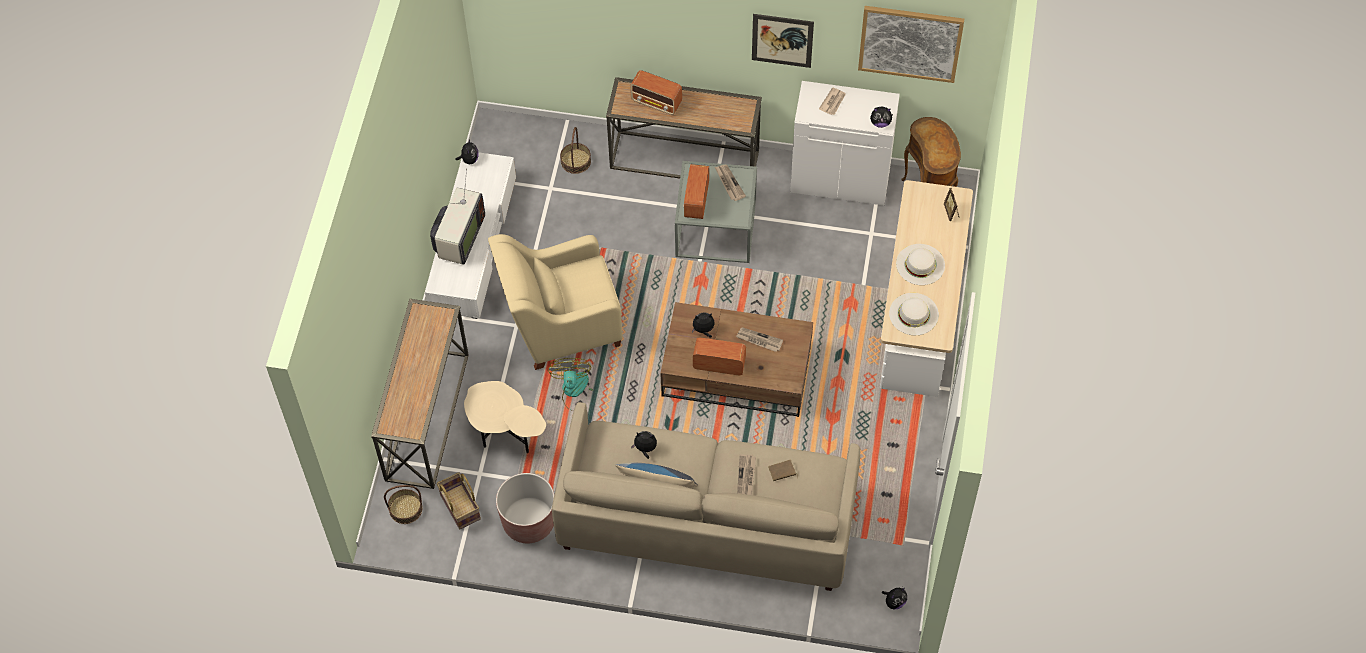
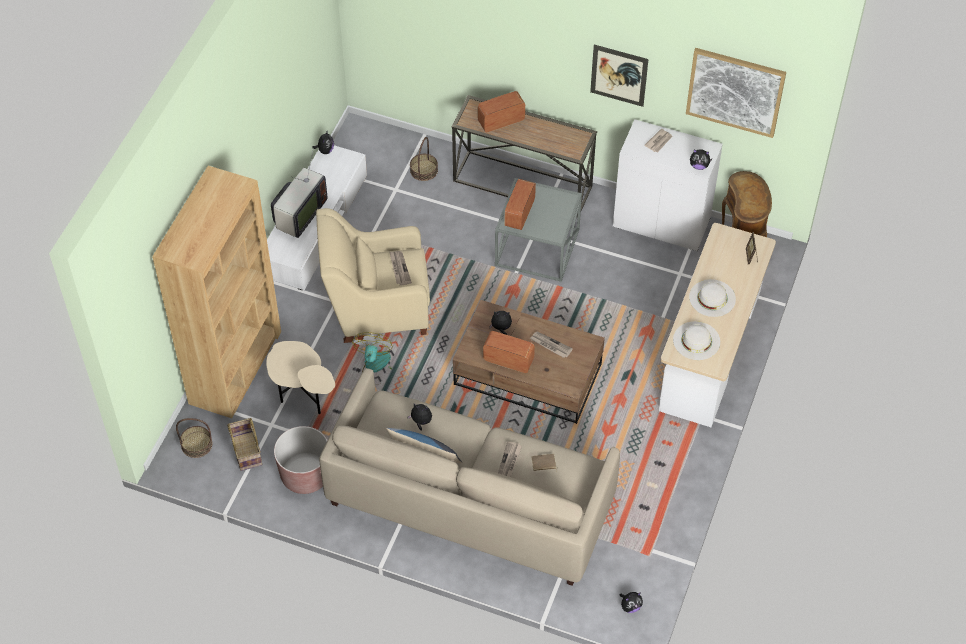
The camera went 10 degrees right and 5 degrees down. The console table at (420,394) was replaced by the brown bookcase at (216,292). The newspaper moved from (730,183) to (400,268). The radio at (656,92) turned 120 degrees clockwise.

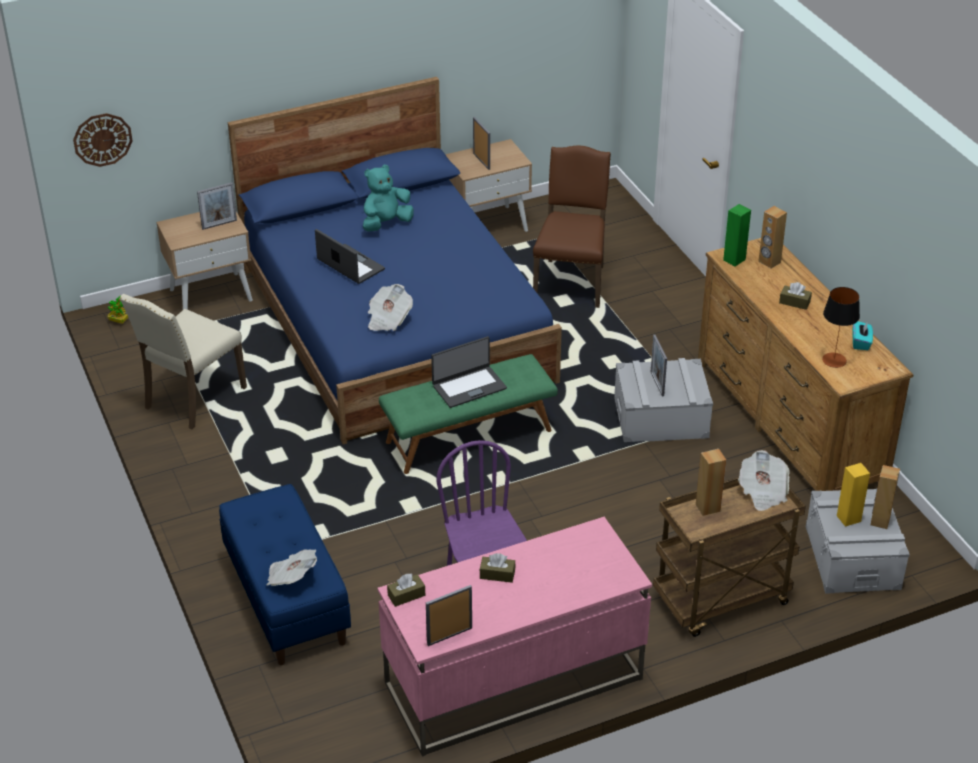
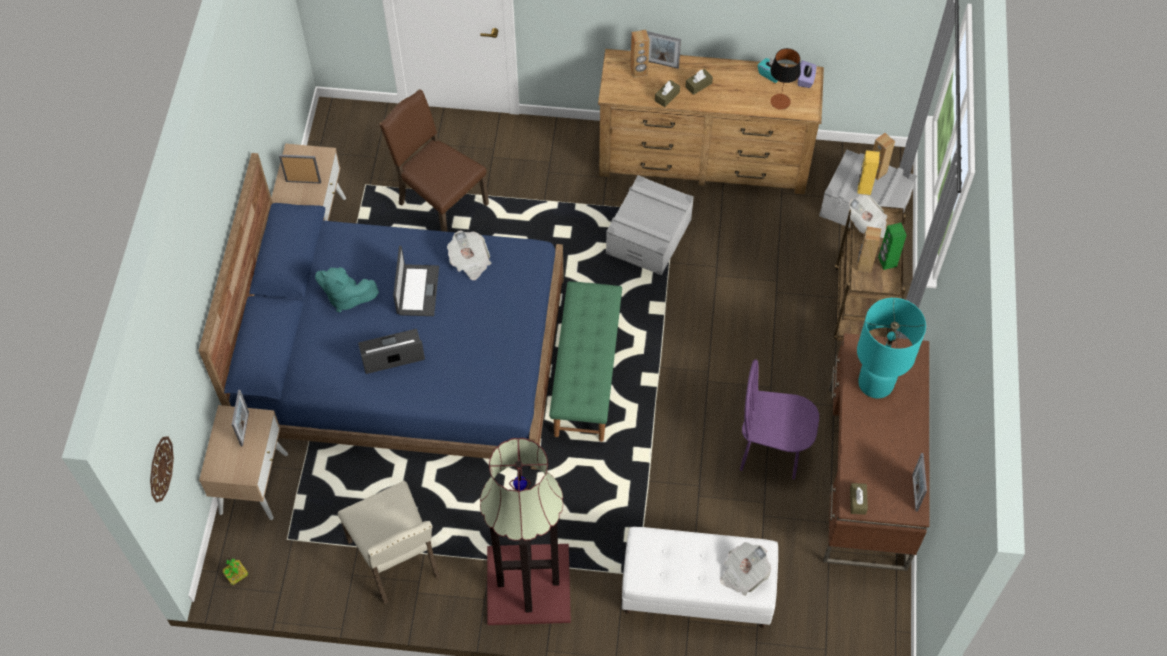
The camera went 60 degrees left and 20 degrees up. The turquoise plush toy at (388,198) turned 60 degrees counterclockwise. The laptop moved from (469,372) to (416,281). The newspaper moved from (390,307) to (469,255). The floor lamp at (525,531) appeared. The blue bench at (285,574) became the white bench at (700,577). The picture frame moved from (659,366) to (664,50). The brown tissue box moved from (497,568) to (667,93). The purple tissue box at (807,74) appeared. The pink desk at (515,636) became the brown desk at (876,452). The turquoise table lamp at (891,348) appeared. The green speaker moved from (737,235) to (892,246).

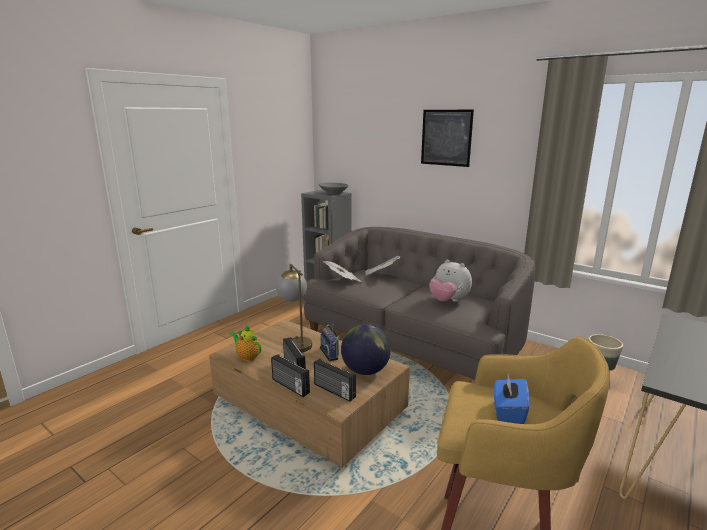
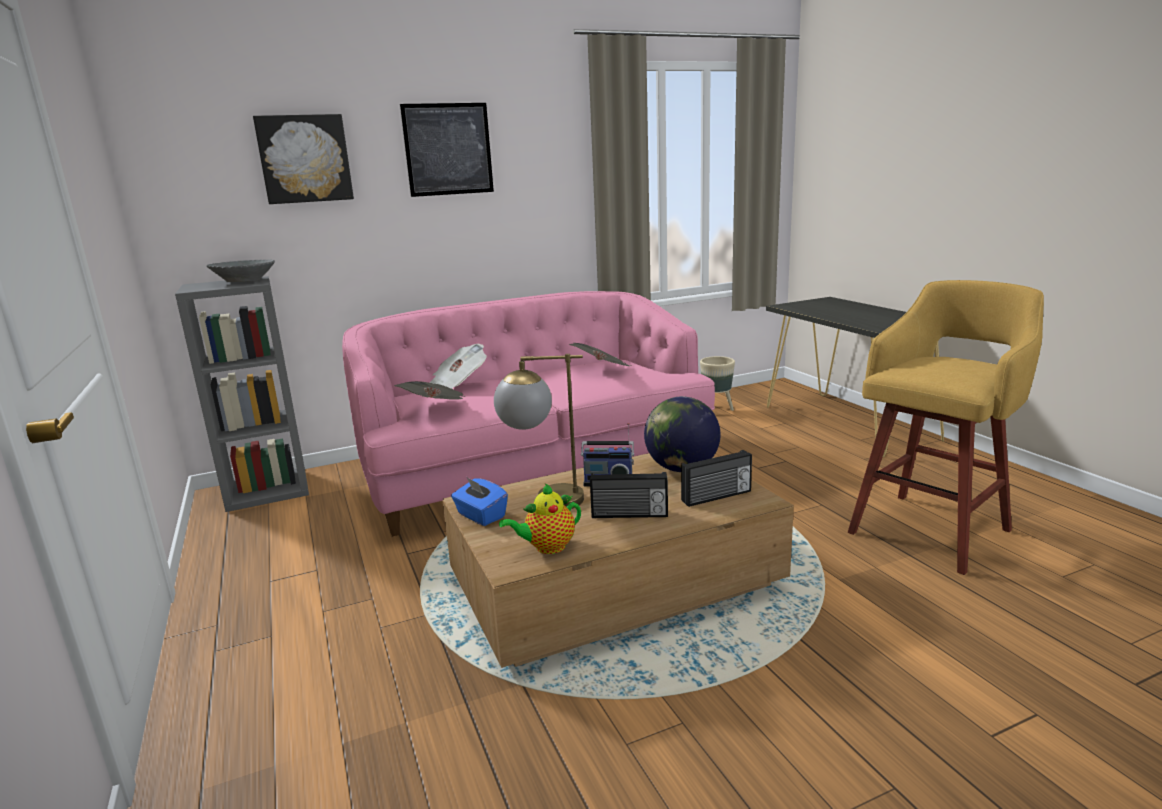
The camera went 60 degrees left and 0 degrees up. The picture at (303,159) appeared. The grey sofa at (418,303) became the pink sofa at (528,414). The blue tissue box moved from (512,399) to (479,502). The plush toy at (450,281) was replaced by the newspaper at (600,354). The radio at (290,375) disappeared.

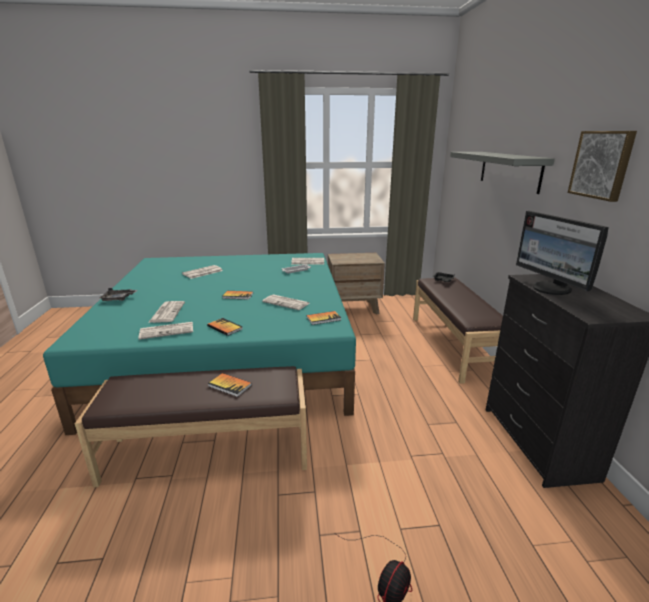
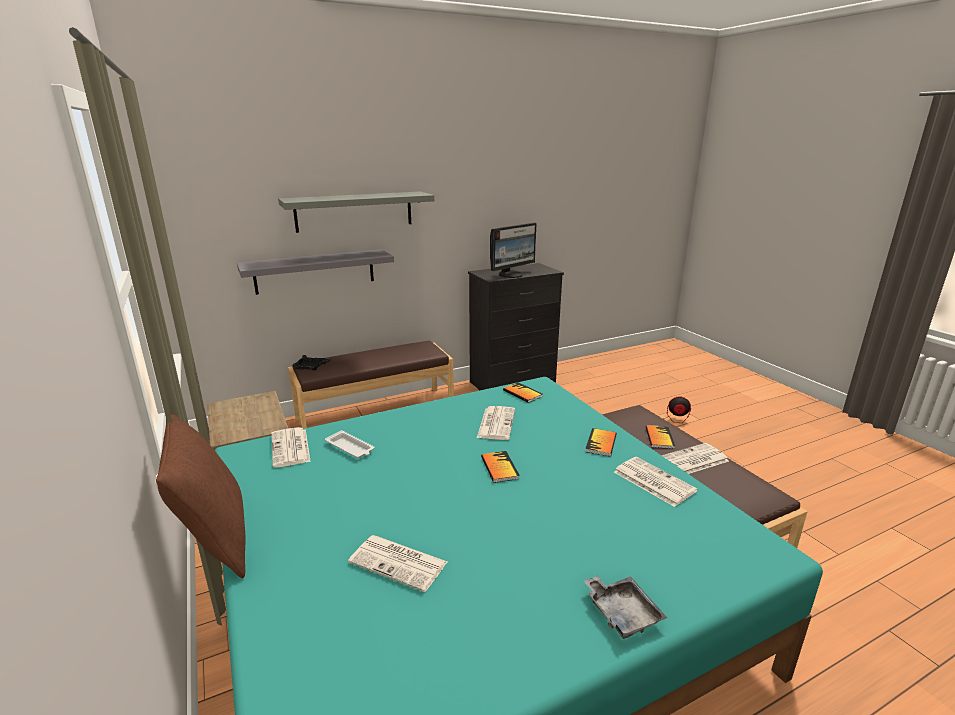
The camera went 110 degrees left and 0 degrees up. The brown pillow at (200,496) appeared. The grey shelf at (315,272) appeared. The newspaper moved from (166,312) to (695,458). The picture at (602,166) disappeared.

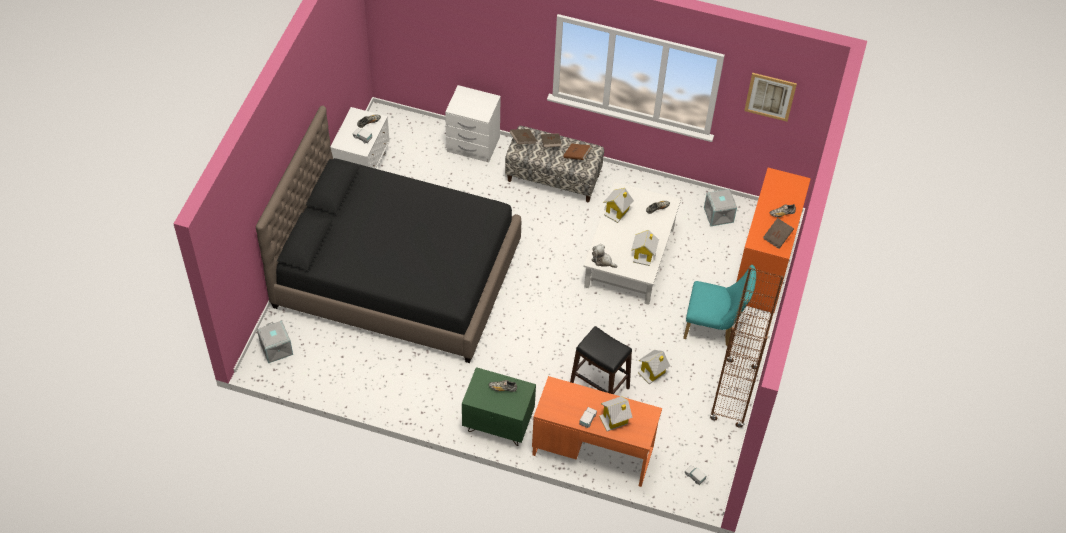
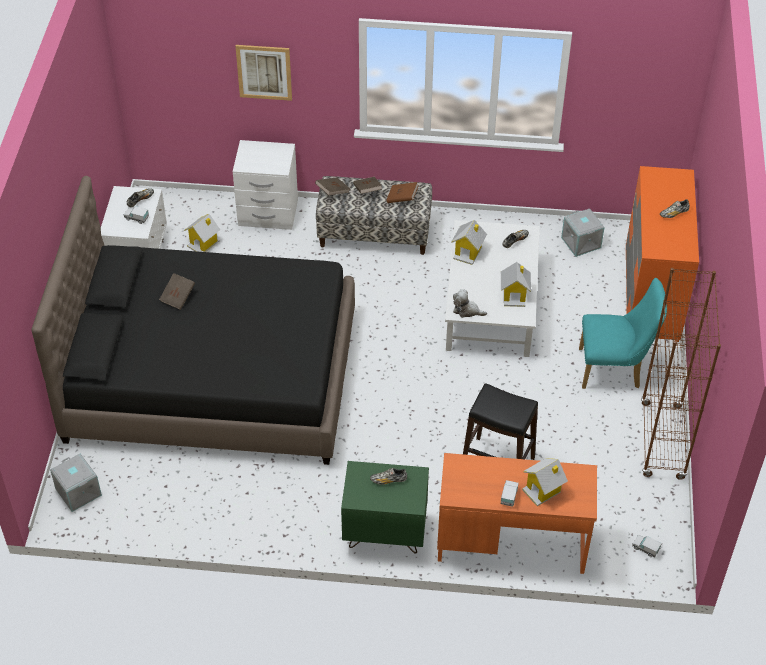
The camera went 10 degrees left and 5 degrees down. The brown book moved from (778,233) to (177,291). The toy house moved from (654,367) to (202,233). The picture moved from (770,97) to (263,73).

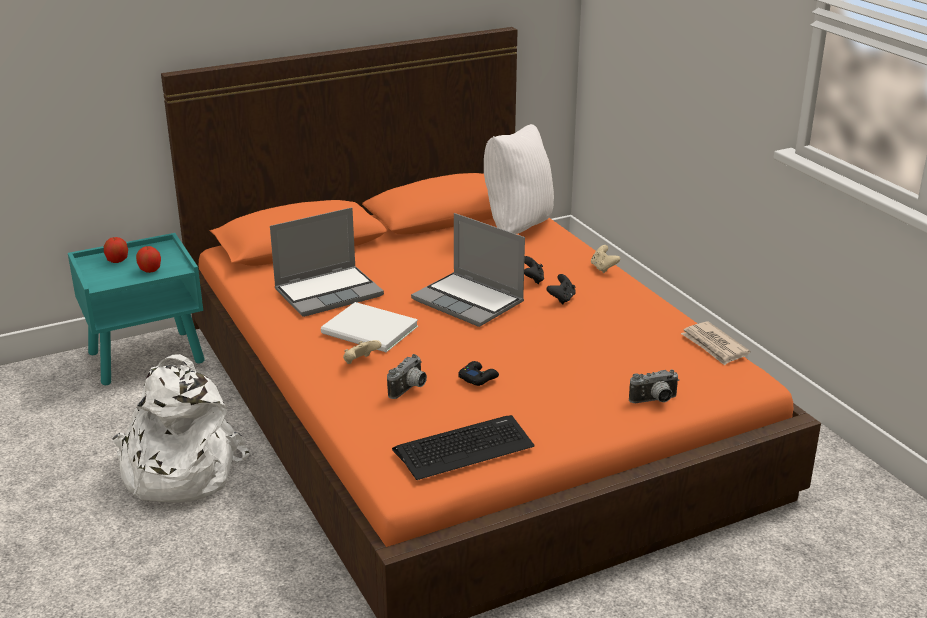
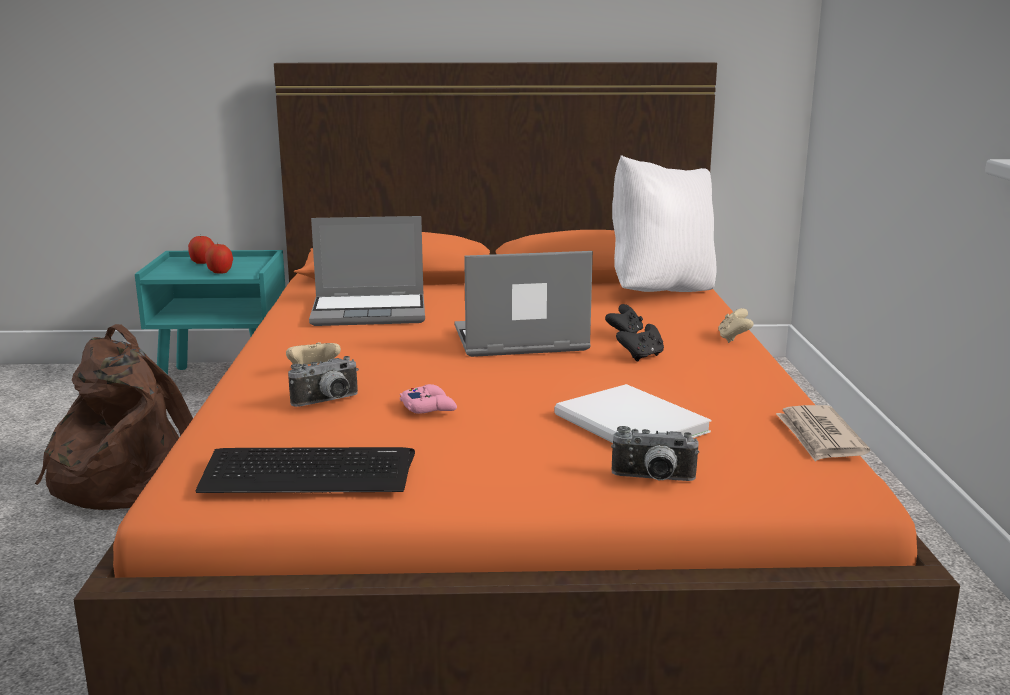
The camera went 25 degrees right and 10 degrees down. The white backpack at (181,428) became the brown backpack at (114,417). The black game controller at (478,373) became the pink game controller at (428,399). The laptop at (468,270) turned 105 degrees clockwise. The white book moved from (369,327) to (633,413).

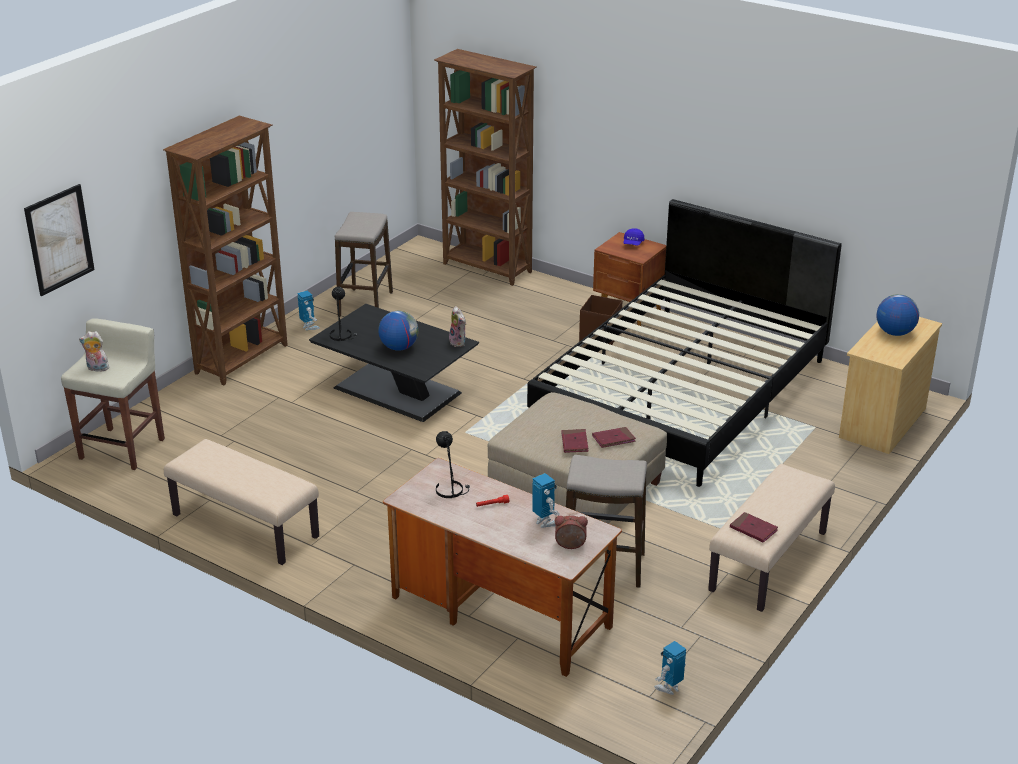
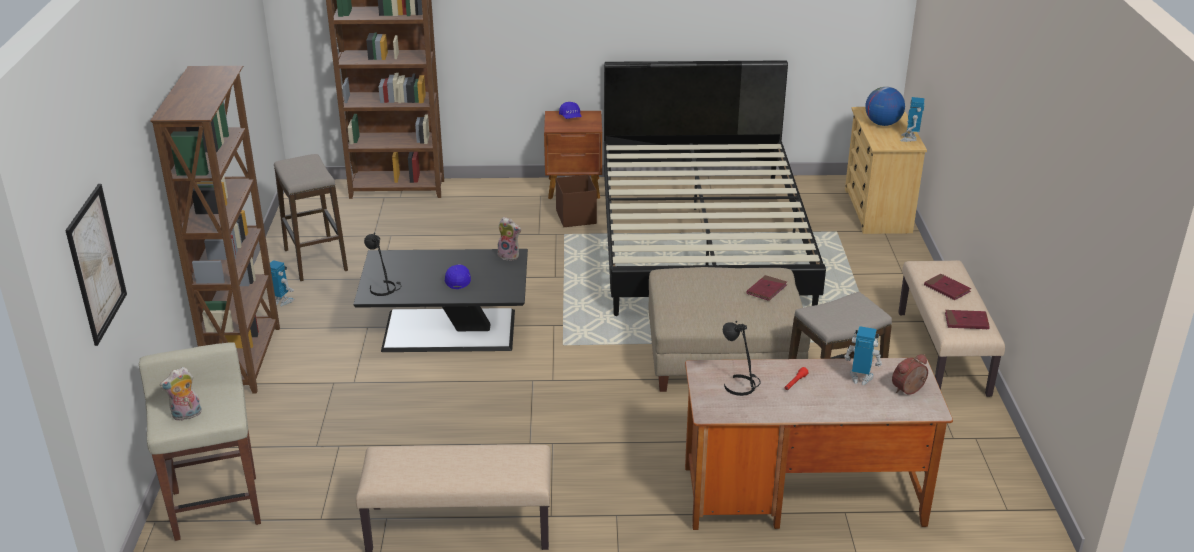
The camera went 35 degrees left and 0 degrees up. The globe at (398,331) was replaced by the blue cap at (458,276). The toy robot moved from (670,668) to (913,119). The red book moved from (574,441) to (947,287).

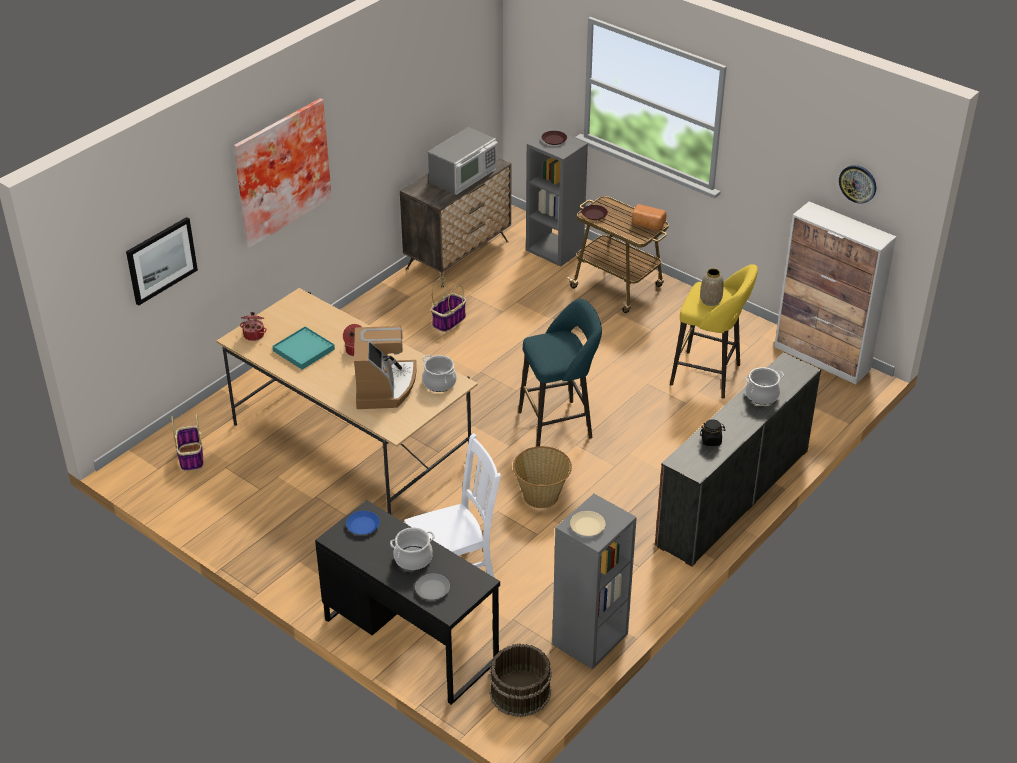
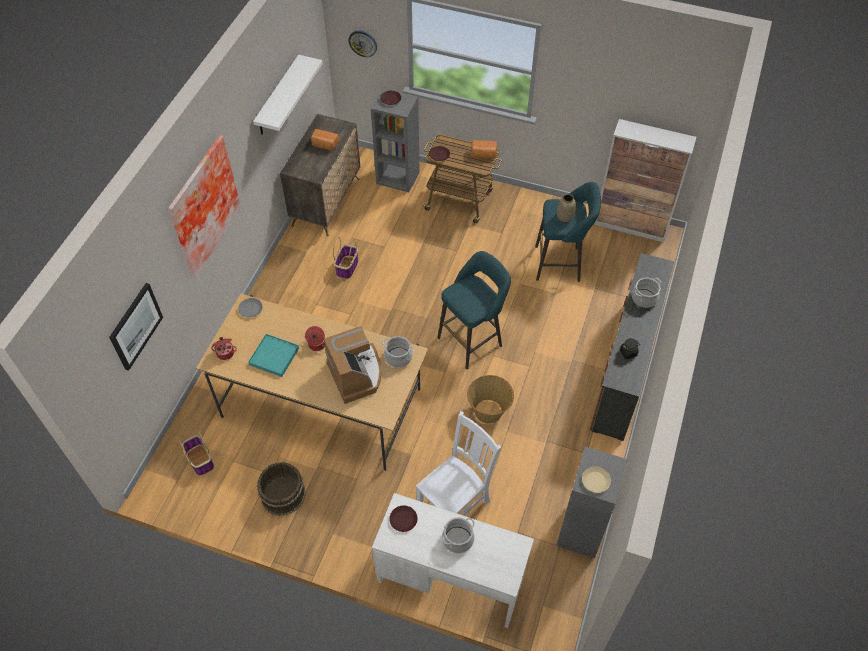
The camera went 20 degrees left and 15 degrees up. The grey plate moved from (432,586) to (250,307). The white shelf at (288,95) appeared. The brown bucket moved from (520,680) to (281,489). The microwave at (463,161) was replaced by the bread at (325,139). The wall clock moved from (857,184) to (363,43). The black desk at (407,602) became the white desk at (453,560). The blue plate at (363,523) became the brown plate at (403,519). The yellow stool at (714,331) became the turquoise stool at (568,232).

